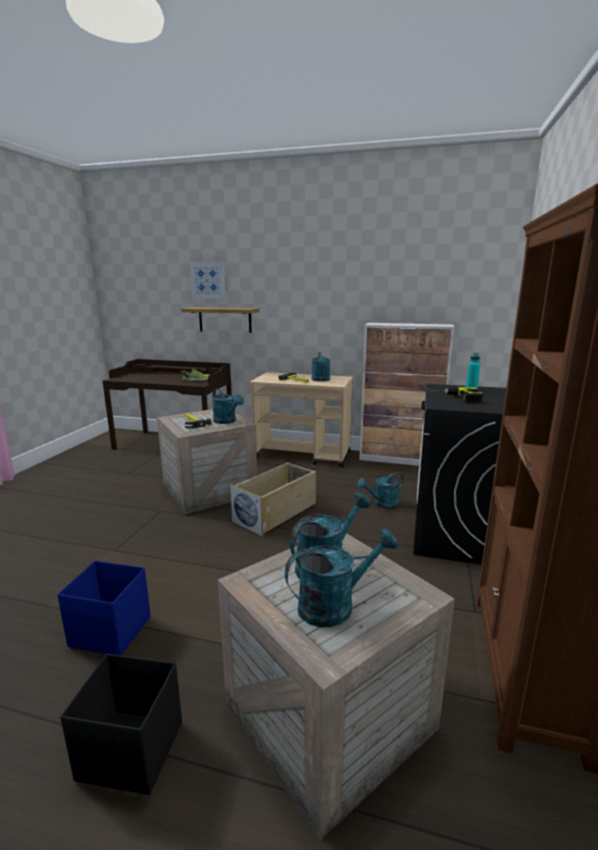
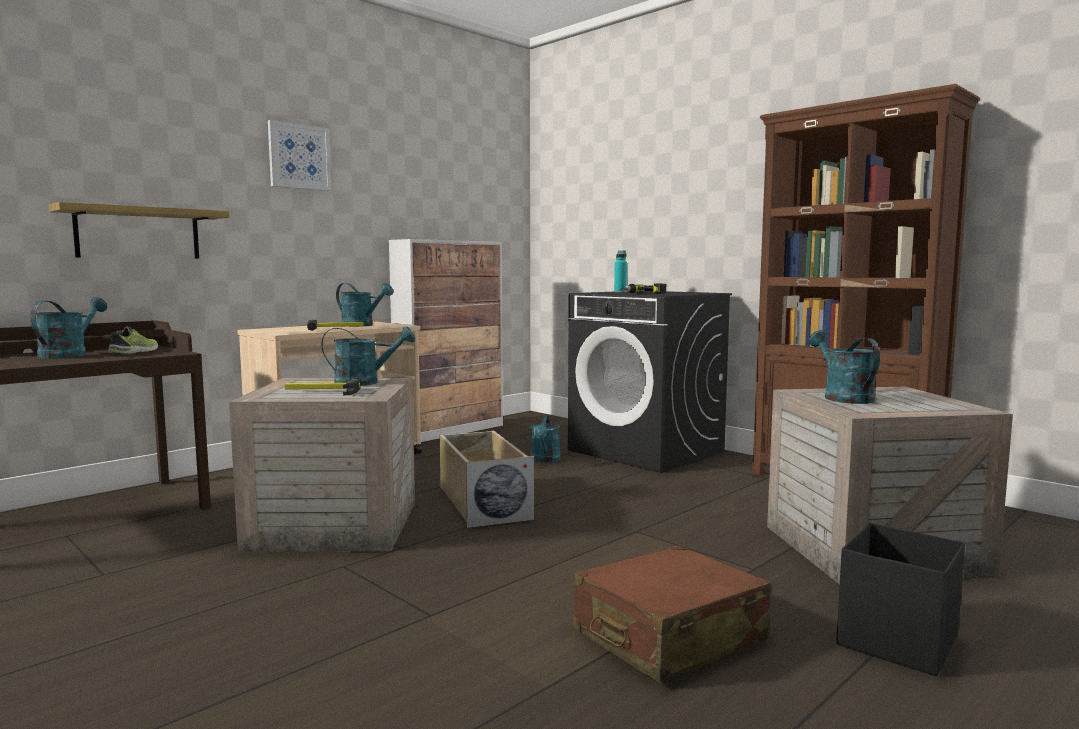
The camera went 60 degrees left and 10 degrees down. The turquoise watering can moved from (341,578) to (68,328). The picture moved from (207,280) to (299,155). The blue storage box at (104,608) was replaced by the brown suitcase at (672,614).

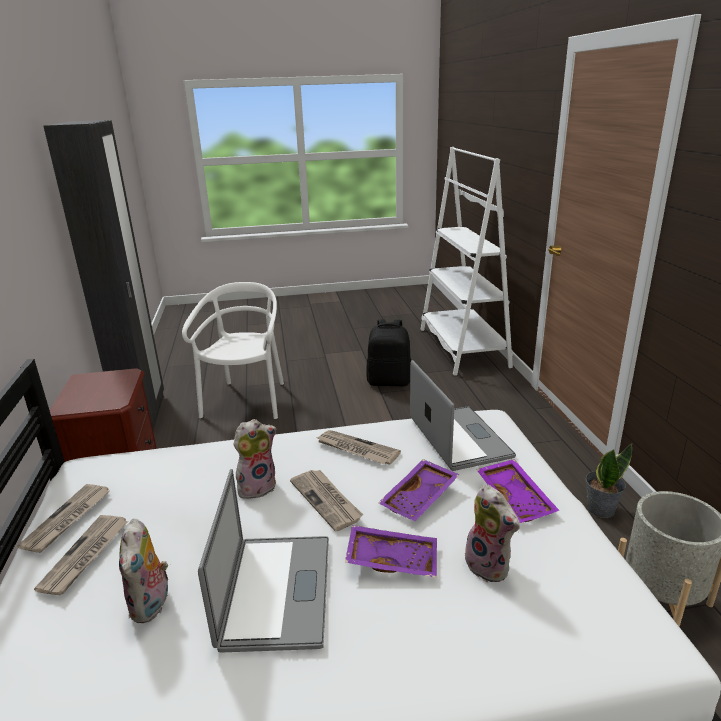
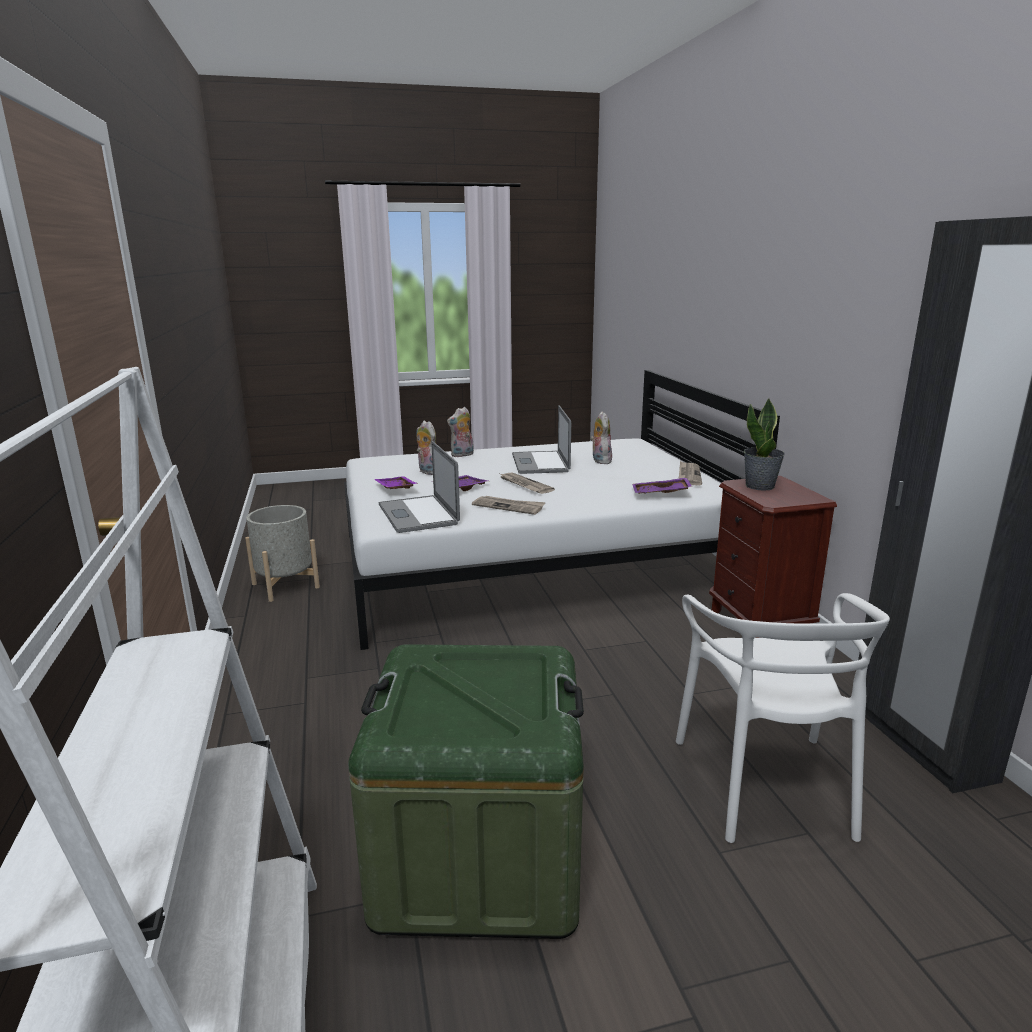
The camera went 175 degrees right and 5 degrees down. The black backpack at (388,352) was replaced by the green storage box at (466,791). The plush toy moved from (254,459) to (460,432). The purple tray moved from (391,551) to (662,486). The potted plant moved from (609,481) to (764,444). The newspaper at (81,555) disappeared.

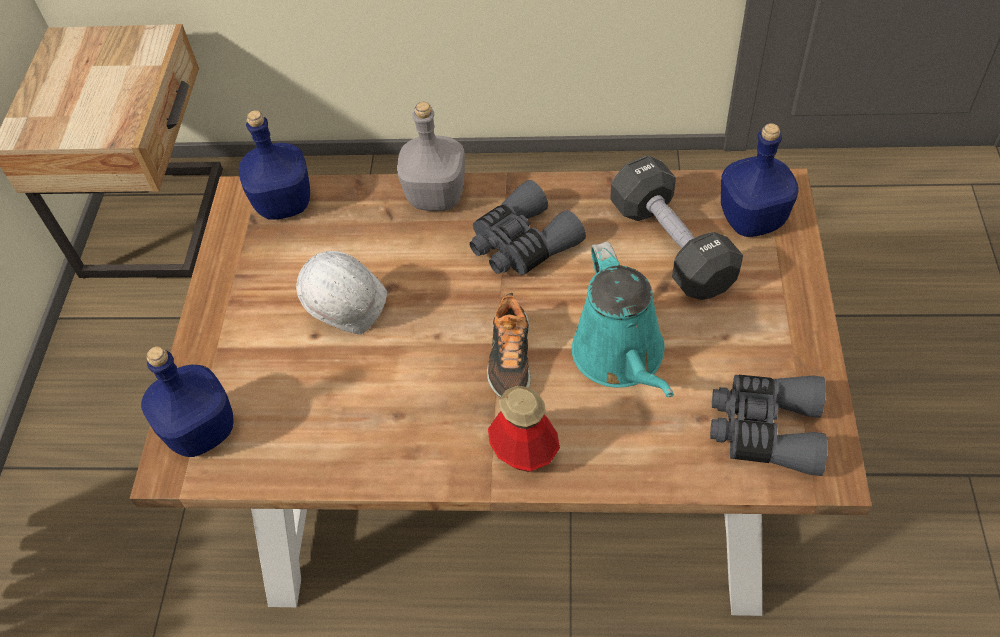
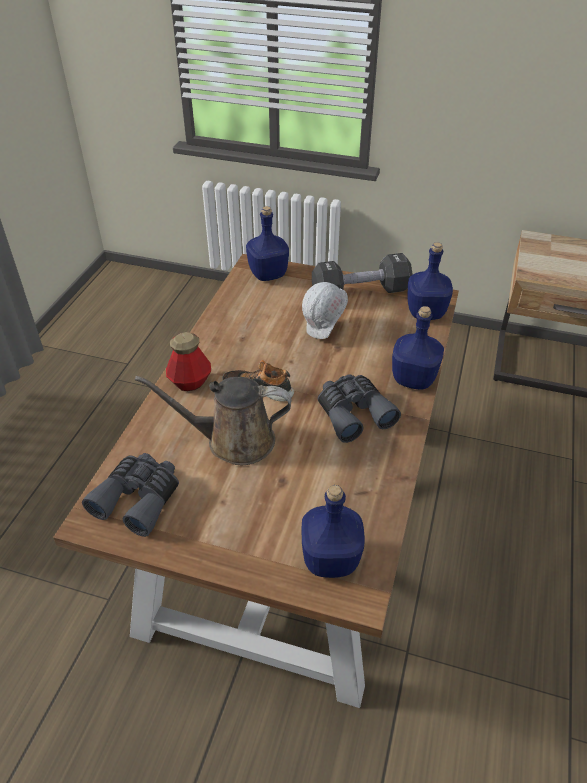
The camera went 100 degrees right and 10 degrees down. The turquoise watering can at (623,320) became the brown watering can at (213,420). The black dumbbell moved from (676,227) to (362,273). The grey bottle at (431,156) became the blue bottle at (418,348).

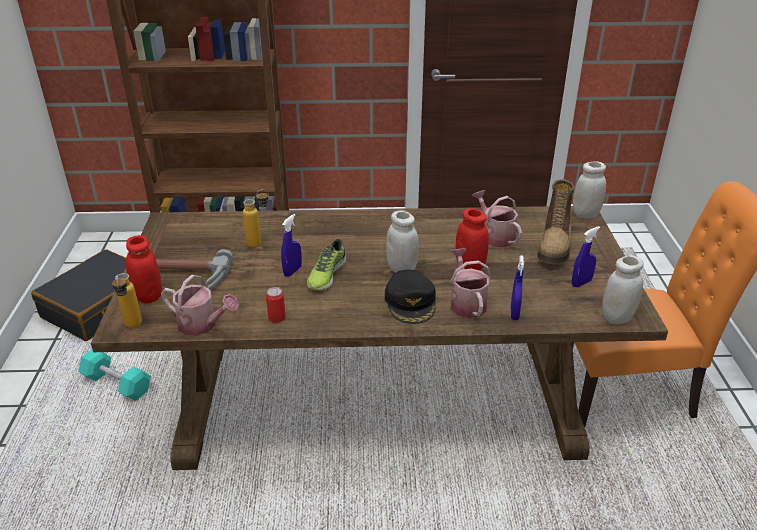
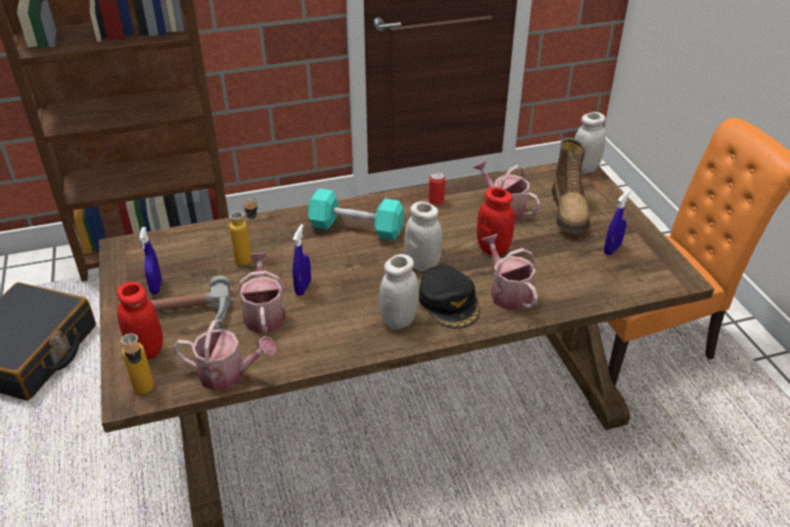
The camera went 15 degrees left and 5 degrees up. The blue spray bottle moved from (517,287) to (150,260). The watering can at (261,292) appeared. The turquoise dumbbell moved from (114,375) to (356,214). The white jar moved from (623,289) to (399,292). The can moved from (276,305) to (437,188). The shoe at (327,264) disappeared.

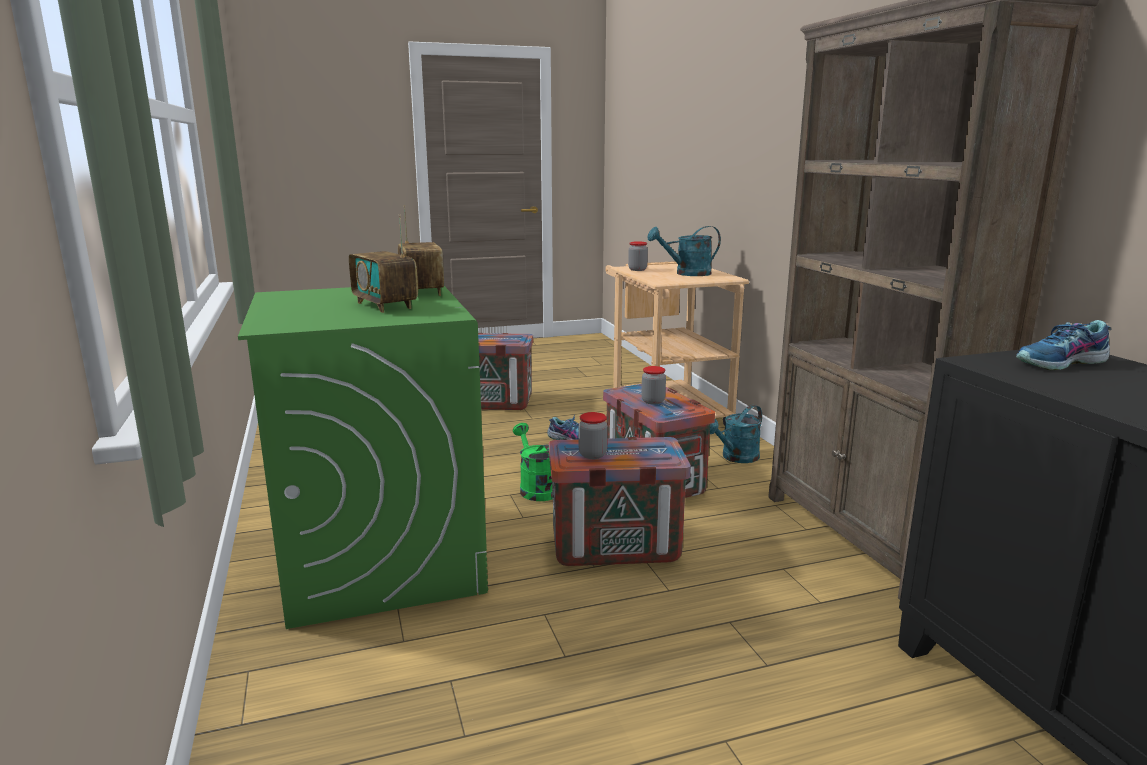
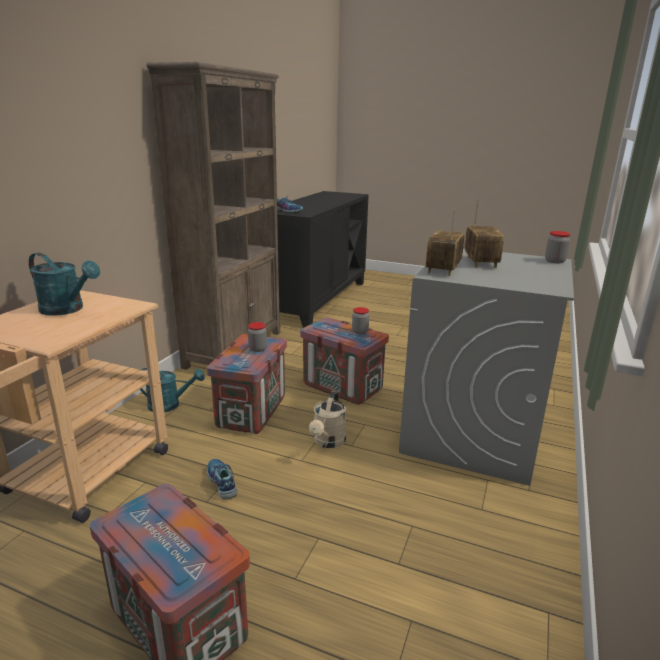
The camera went 140 degrees left and 5 degrees up. The green watering can at (533,462) became the beige watering can at (327,419). The green washing machine at (363,457) became the grey washing machine at (486,367). The jar moved from (638,256) to (557,247).

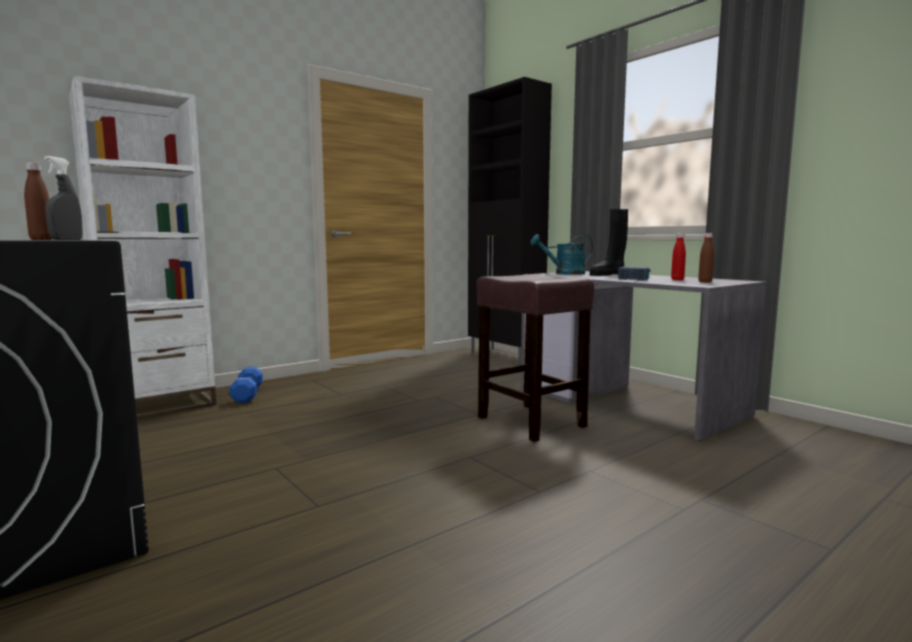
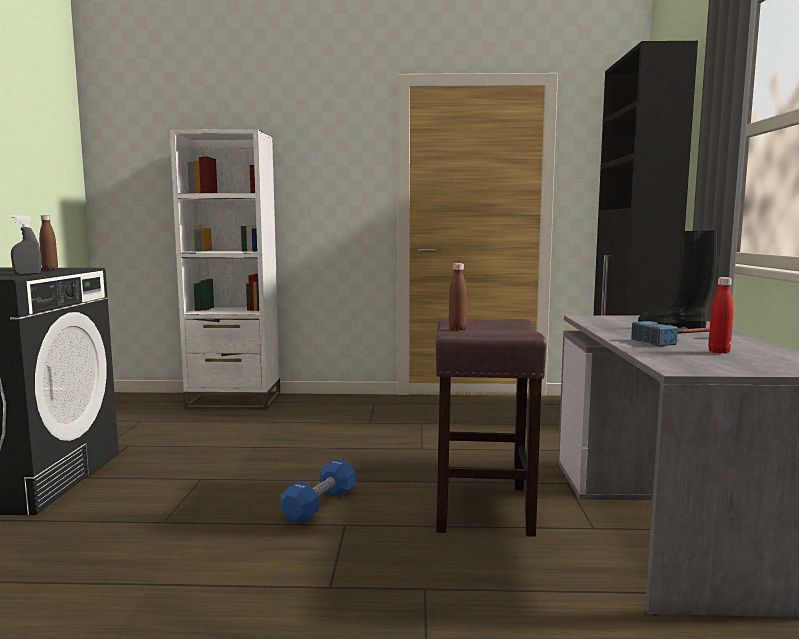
The camera went 40 degrees right and 0 degrees up. The blue dumbbell moved from (246,384) to (317,491). The brown bottle moved from (706,257) to (458,296). The turquoise watering can at (562,254) disappeared.

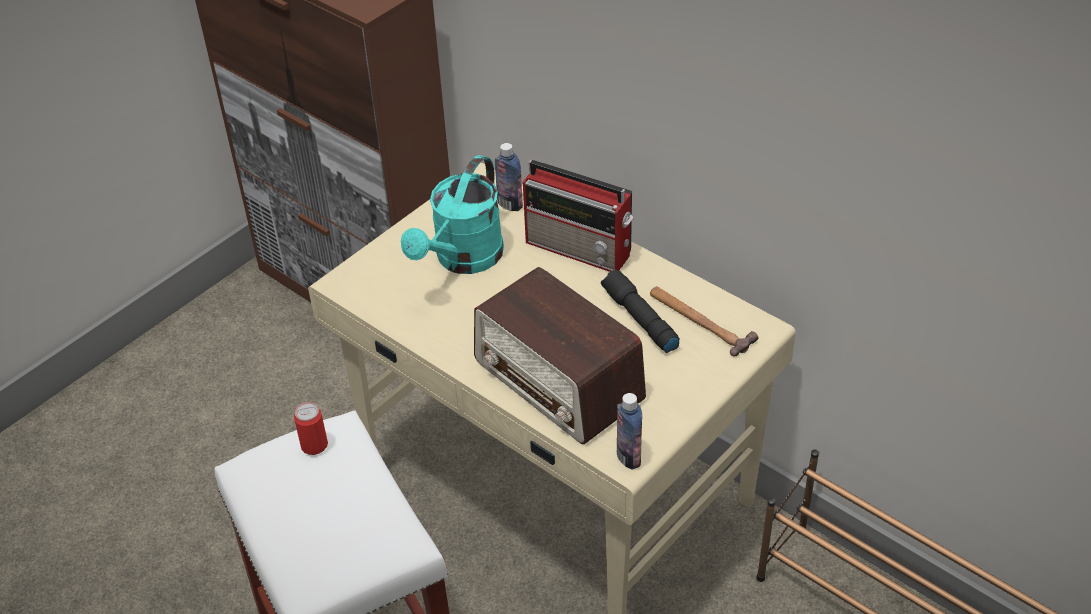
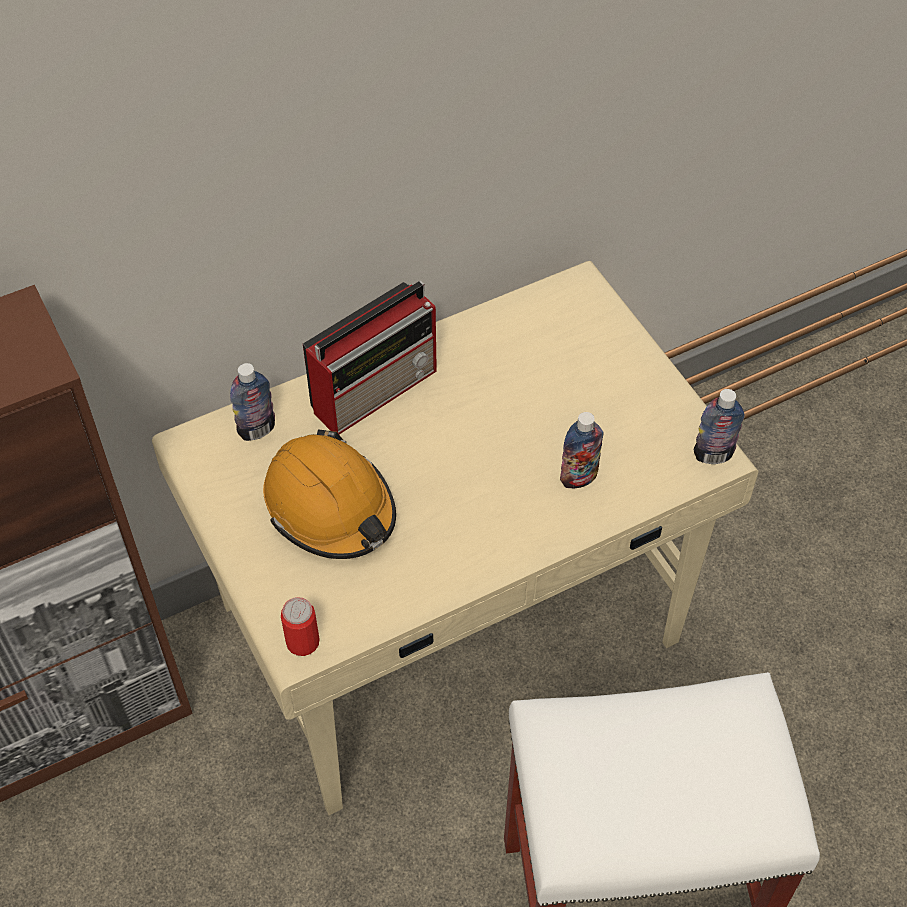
The camera went 70 degrees left and 10 degrees up. The turquoise watering can at (452,214) was replaced by the orange hard hat at (329,494). The can moved from (311,428) to (300,626). The radio at (560,355) was replaced by the bottle at (582,450). The black flashlight at (640,311) disappeared. The hammer at (704,321) disappeared.

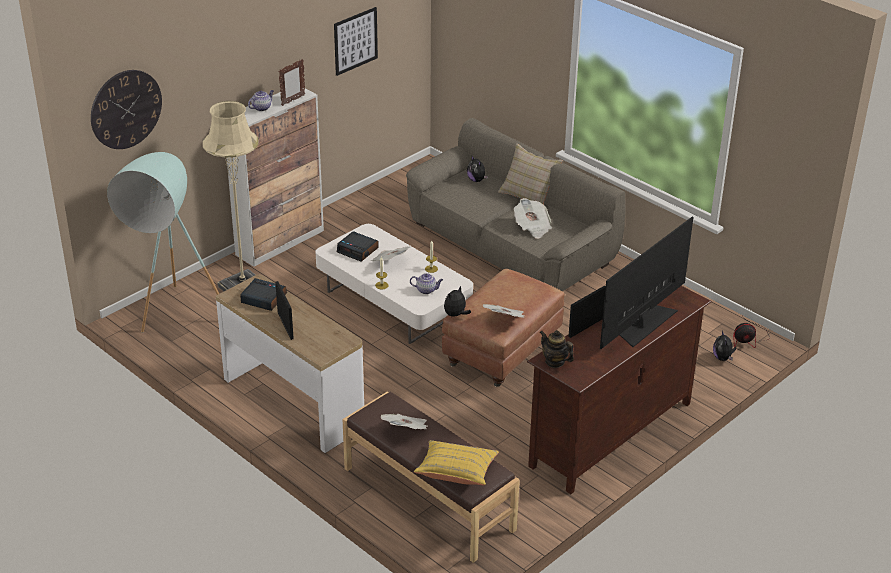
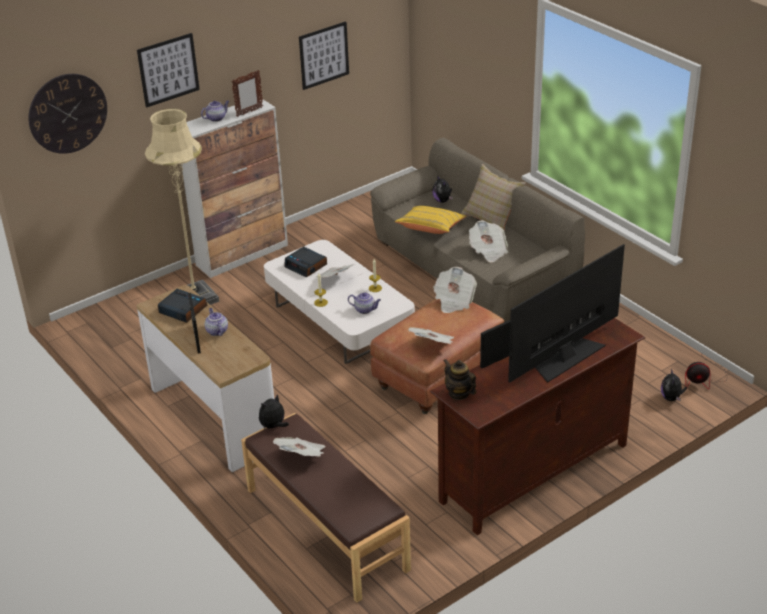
The camera went 10 degrees right and 0 degrees up. The picture at (168,70) appeared. The teapot at (216,322) appeared. The plush toy moved from (457,301) to (274,412). The yellow pillow moved from (456,462) to (430,220). The newspaper at (455,290) appeared. The turquoise floor lamp at (163,242) disappeared.

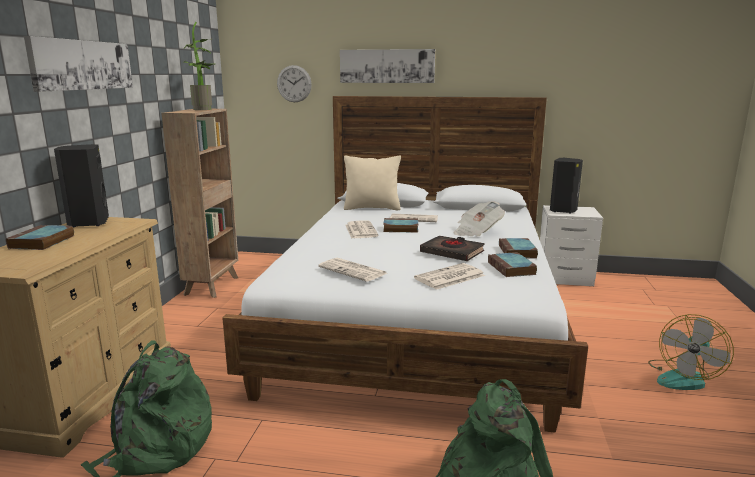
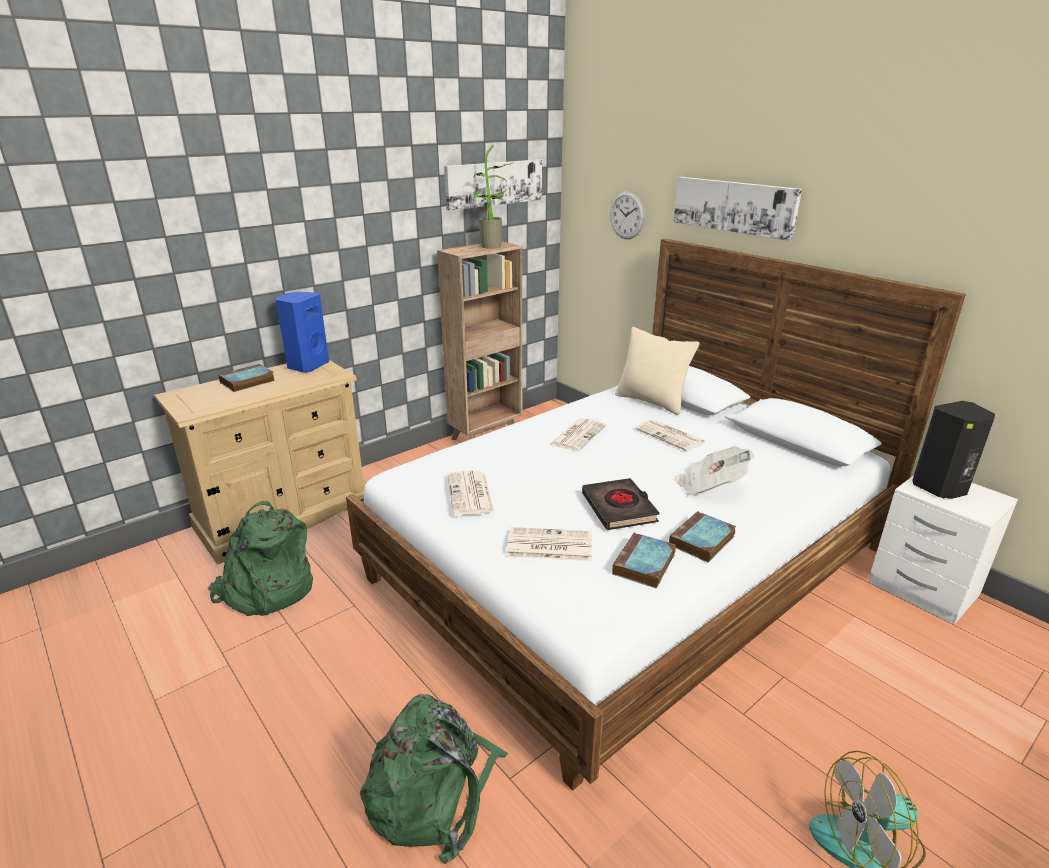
The camera went 40 degrees right and 10 degrees up. The black speaker at (81,185) became the blue speaker at (302,332). The picture moved from (78,64) to (493,185). The book at (400,225) disappeared.

